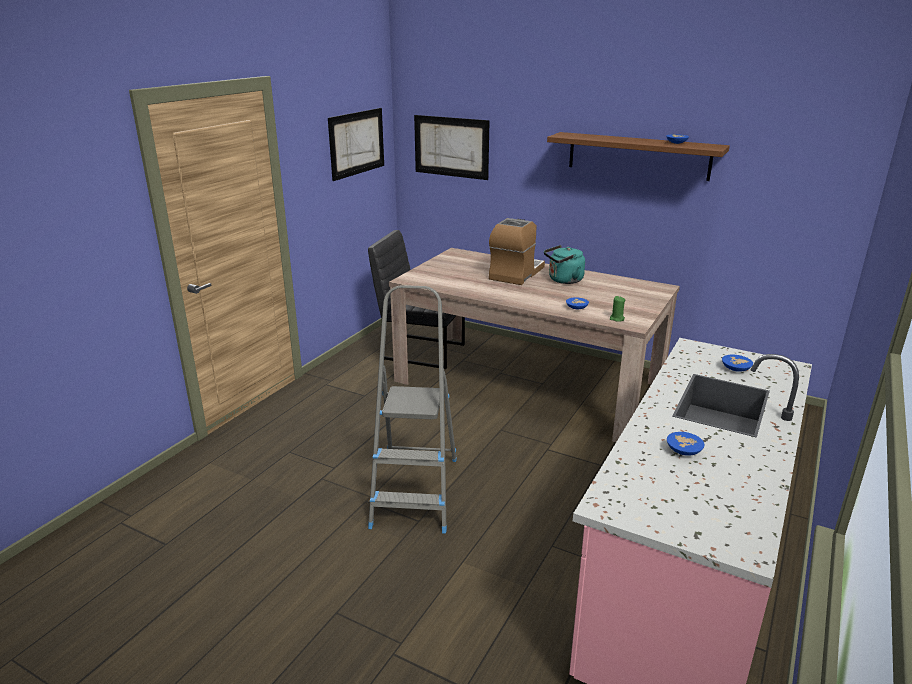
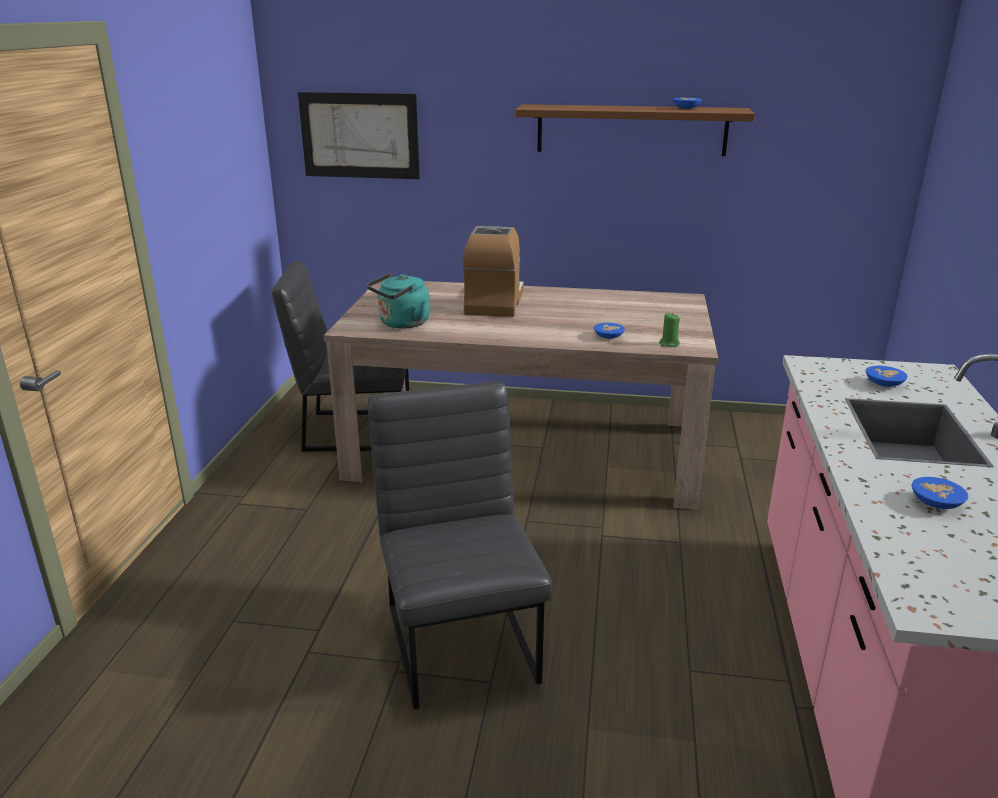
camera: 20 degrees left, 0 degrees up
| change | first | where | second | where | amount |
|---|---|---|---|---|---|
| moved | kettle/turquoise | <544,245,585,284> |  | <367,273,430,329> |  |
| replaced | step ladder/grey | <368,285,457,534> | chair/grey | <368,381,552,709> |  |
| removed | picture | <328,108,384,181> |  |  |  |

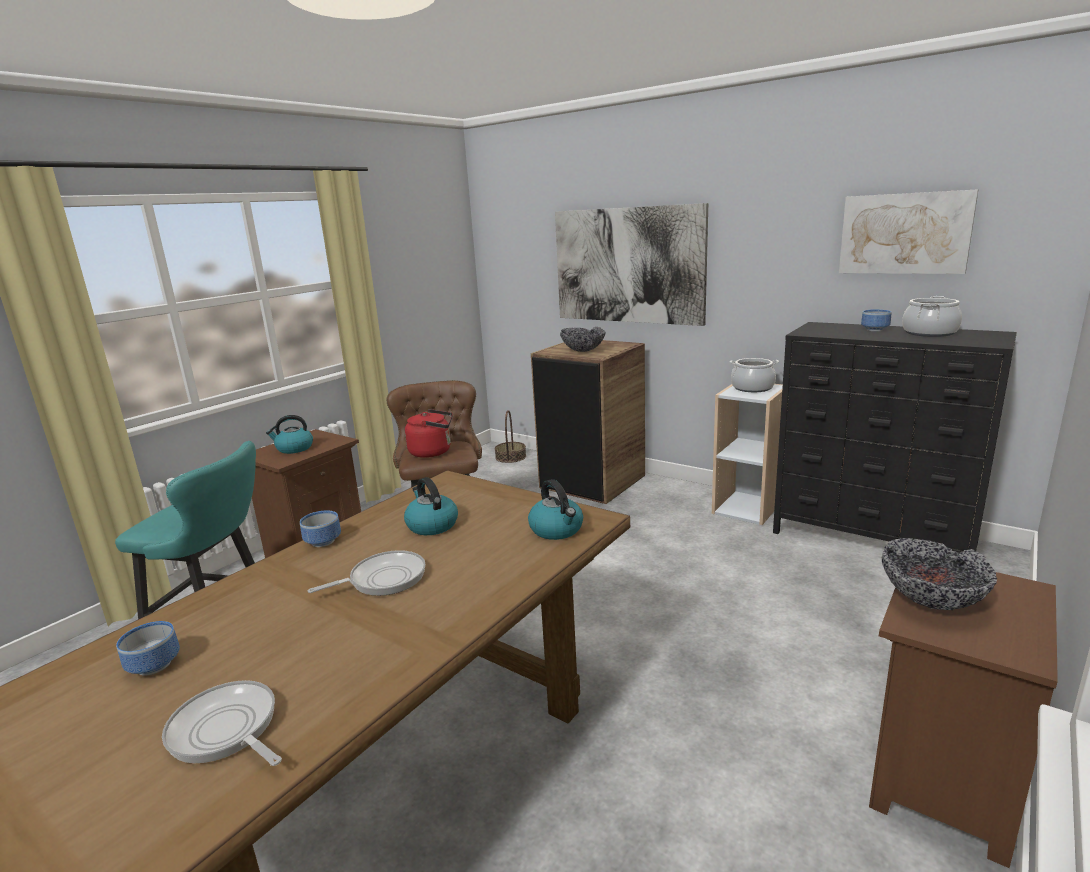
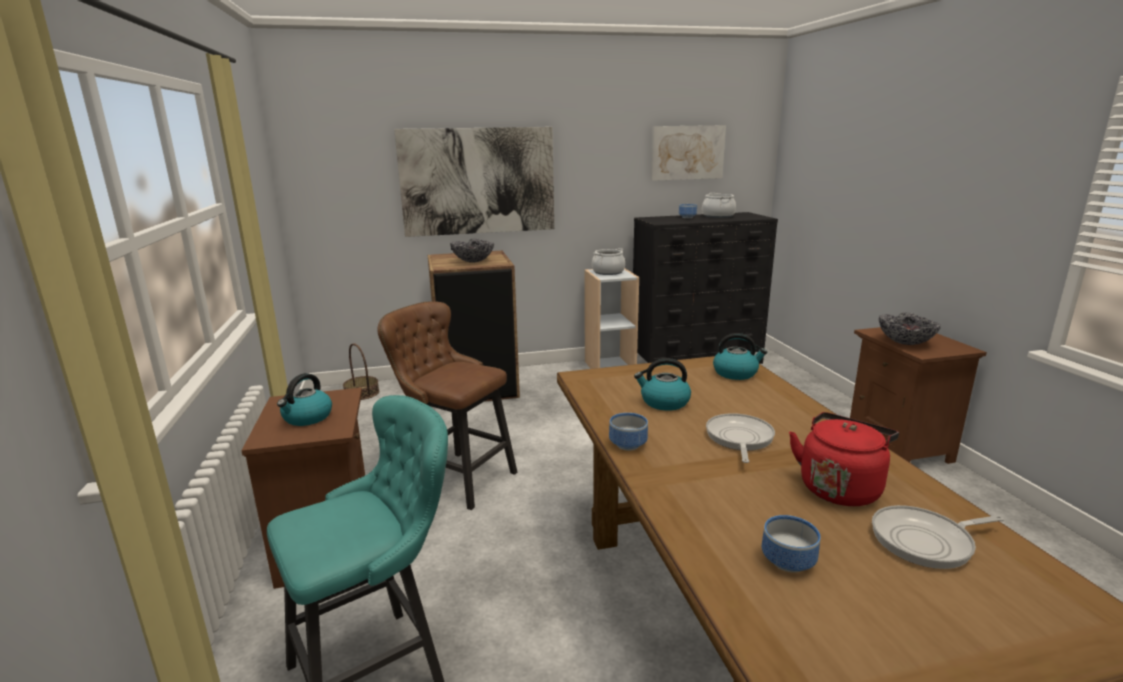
camera: 50 degrees left, 0 degrees up
| change | first | where | second | where | amount |
|---|---|---|---|---|---|
| moved | kettle/red | <405,409,453,458> |  | <789,412,899,506> |  |

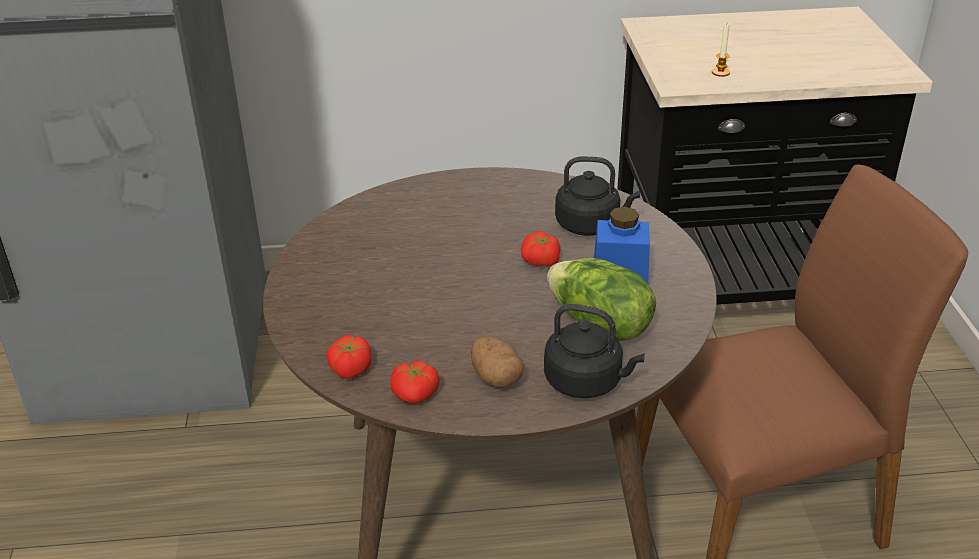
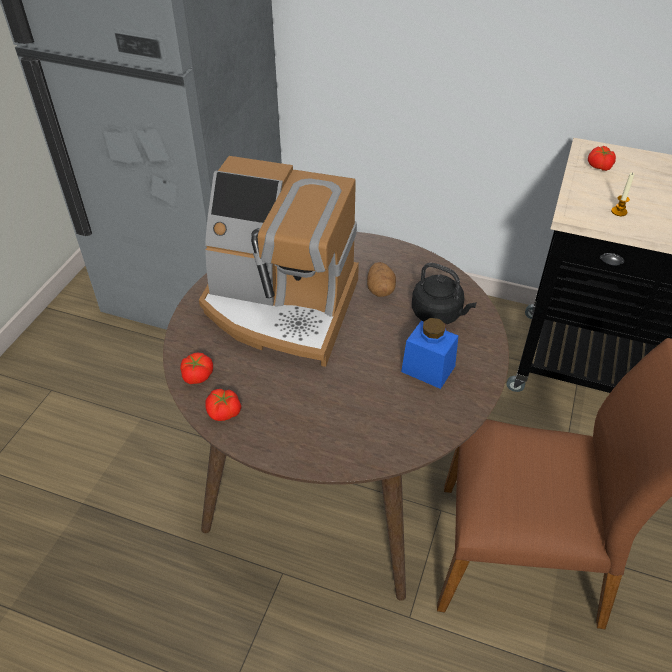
camera: 25 degrees right, 10 degrees up
| change | first | where | second | where | amount |
|---|---|---|---|---|---|
| added |  |  | coffee machine | <199,156,359,367> |  |
| moved | potato | <471,336,524,388> |  | <367,262,396,297> |  |
| moved | tomato | <521,231,561,266> |  | <588,146,616,171> |  |
| removed | kettle/black | <544,304,645,398> |  |  |  |
| removed | lettuce | <547,258,656,341> |  |  |  |

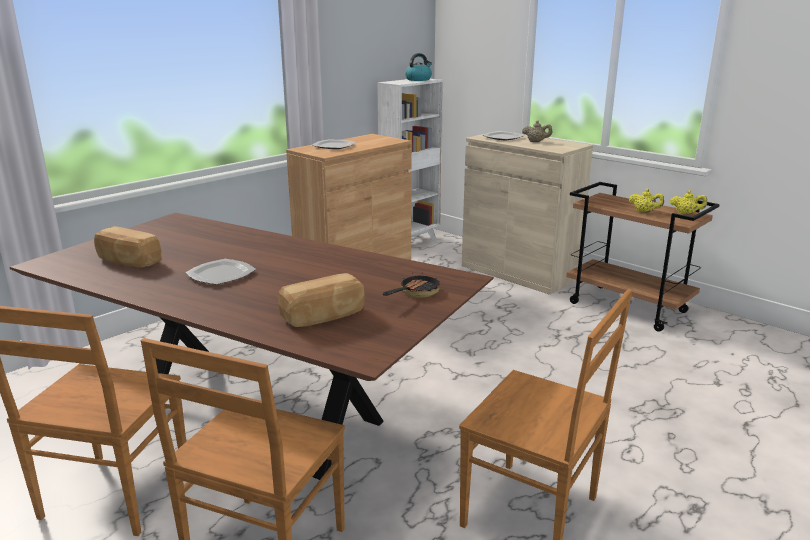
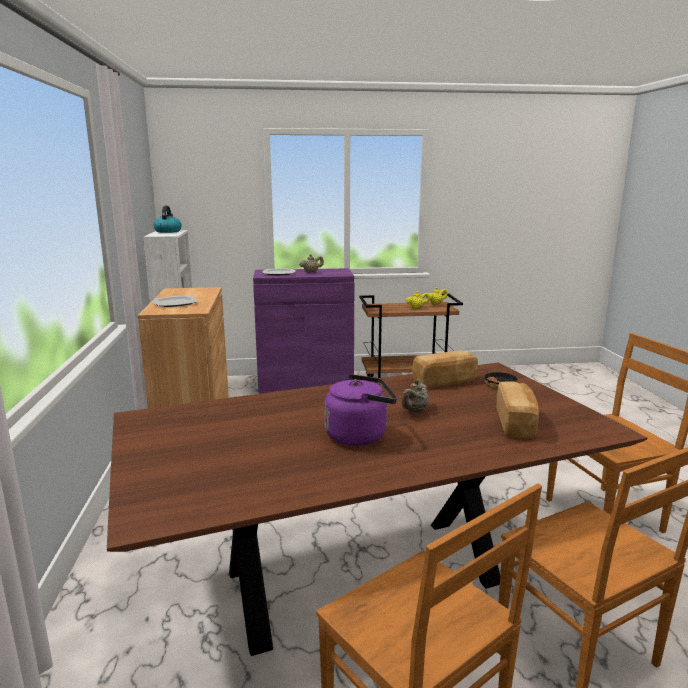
camera: 50 degrees left, 5 degrees down
| change | first | where | second | where | amount |
|---|---|---|---|---|---|
| recoloured | cabinet/beige | <462,131,593,295> | cabinet/purple | <253,268,355,394> |  |
| replaced | plate | <185,259,256,285> | kettle/purple | <324,374,397,446> |  |
| added |  |  | teapot/beige | <402,379,429,413> |  |
| moved | bread | <94,226,161,267> |  | <412,351,478,387> |  |

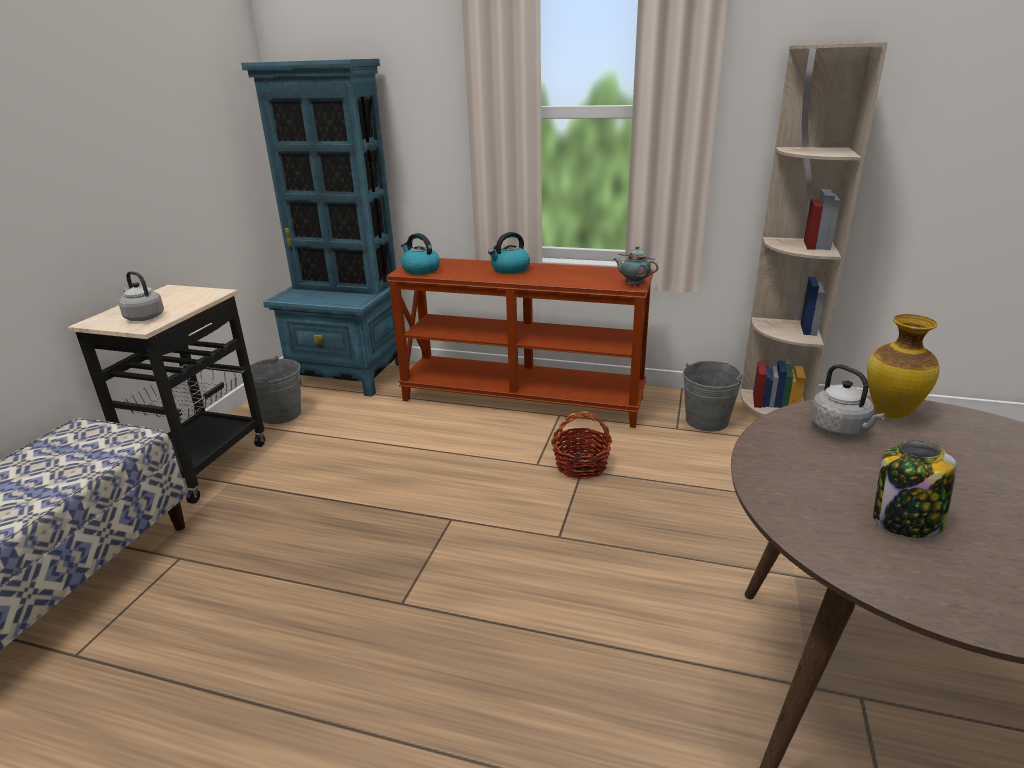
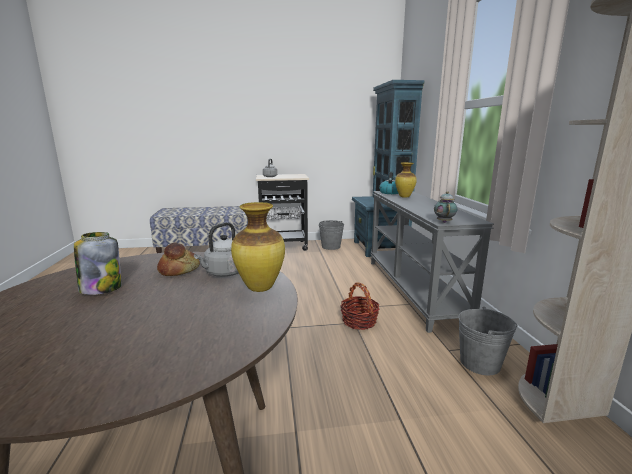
camera: 65 degrees right, 10 degrees down
| change | first | where | second | where | amount |
|---|---|---|---|---|---|
| added |  |  | bread | <157,242,200,276> |  |
| recoloured | console table/brown | <386,258,654,428> | console table/grey | <371,191,494,333> |  |
| added |  |  | vase | <395,162,417,198> |  |
| removed | kettle | <488,232,530,274> |  |  |  |

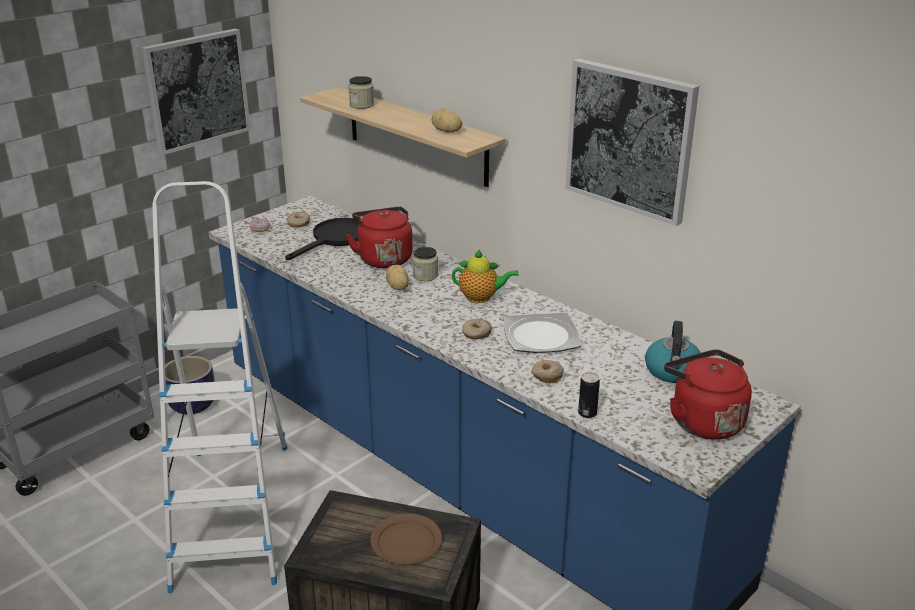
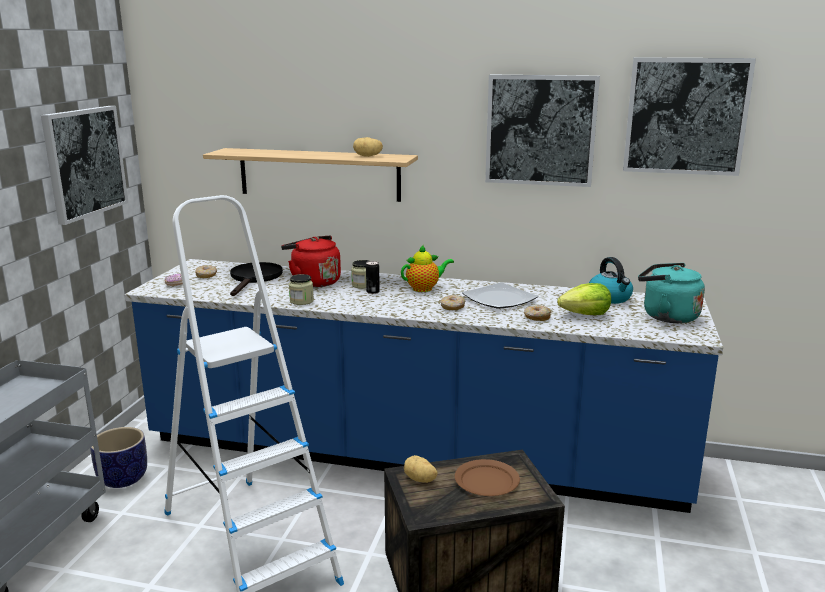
camera: 30 degrees left, 10 degrees down
| change | first | where | second | where | amount |
|---|---|---|---|---|---|
| moved | jar | <348,76,374,109> |  | <289,274,314,305> |  |
| moved | can | <578,372,600,418> |  | <366,261,380,294> |  |
| moved | potato | <386,265,409,290> |  | <404,455,438,483> |  |
| added |  |  | lettuce | <557,283,611,315> |  |
| added |  |  | picture | <623,57,756,176> |  |
| recoloured | kettle/red | <664,350,752,440> | kettle/turquoise | <638,263,705,323> |  |

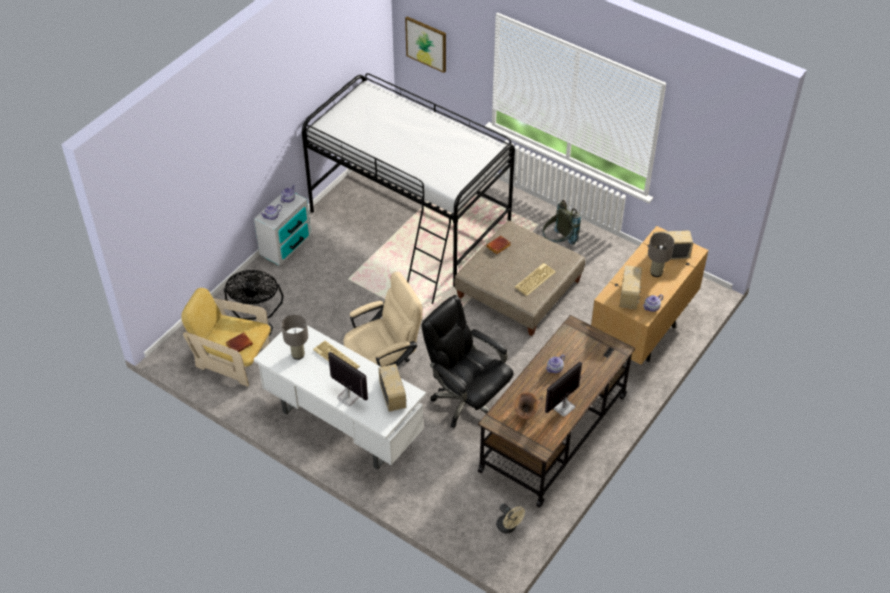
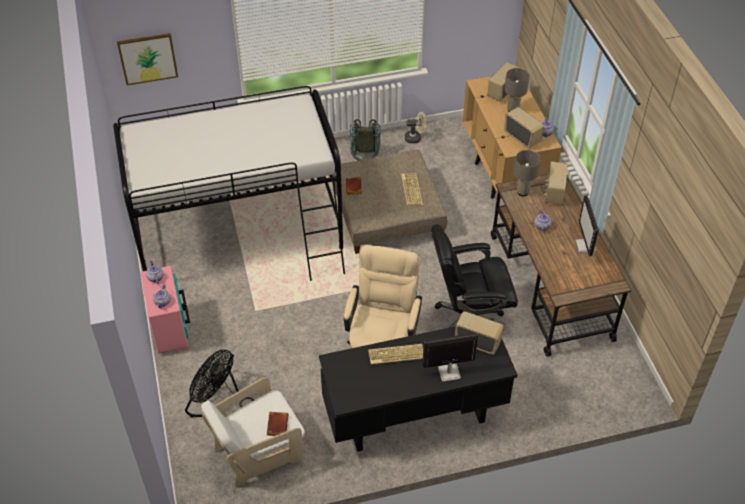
camera: 50 degrees left, 0 degrees up
| change | first | where | second | where | amount |
|---|---|---|---|---|---|
| recoloured | nightstand/white | <254,193,311,266> | nightstand/pink | <141,266,190,354> |  |
| recoloured | armchair/yellow | <181,288,271,387> | armchair/white | <201,377,305,487> |  |
| recoloured | desk/white | <254,325,426,470> | desk/black | <319,318,517,452> |  |
| moved | fan/beige | <496,503,525,534> |  | <405,112,427,144> |  |
| moved | table lamp/grey | <281,315,308,360> |  | <514,150,540,196> |  |
| added |  |  | radio | <544,161,568,205> |  |
| removed | vase/brown | <514,392,538,420> |  |  |  |

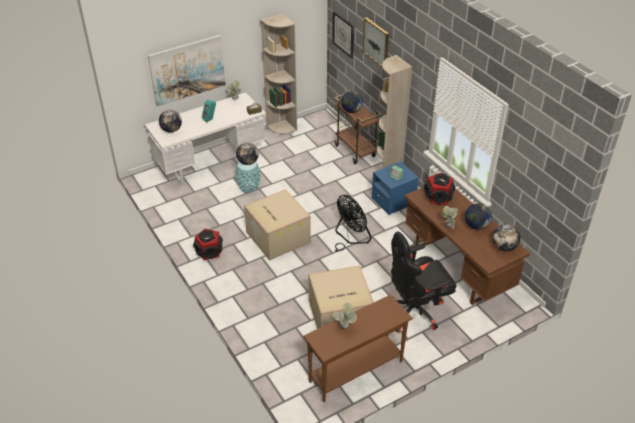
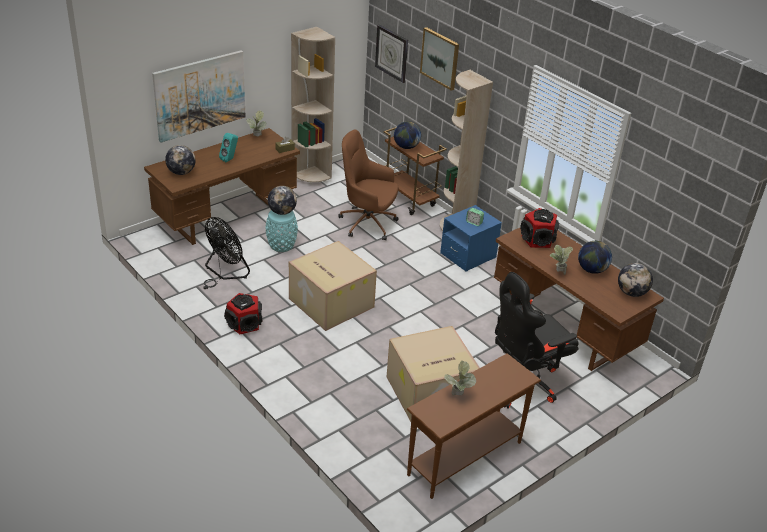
camera: 10 degrees left, 5 degrees down
| change | first | where | second | where | amount |
|---|---|---|---|---|---|
| recoloured | desk/white | <145,93,266,184> | desk/brown | <144,128,300,245> |  |
| moved | fan/black | <335,195,372,252> |  | <203,217,250,289> |  |
| added |  |  | office chair/brown | <338,130,398,240> |  |

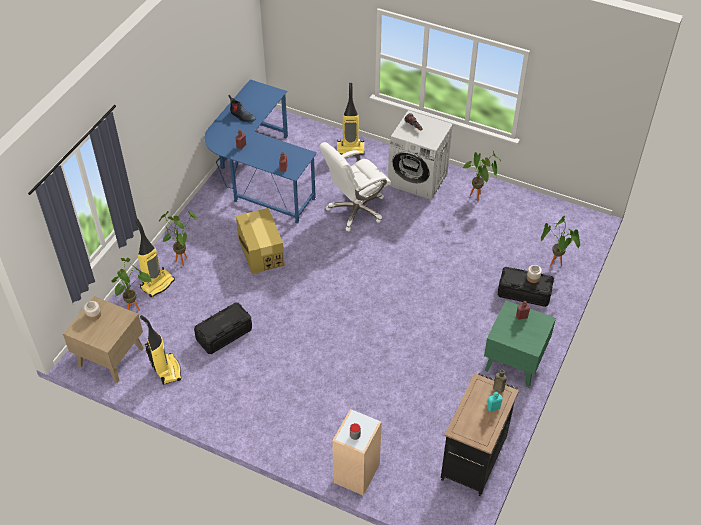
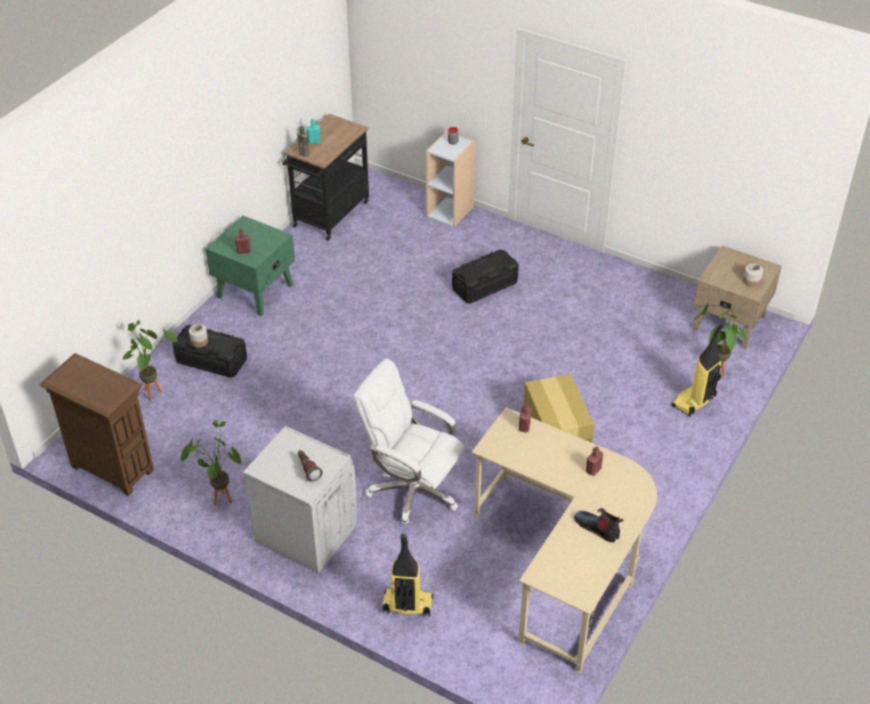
camera: 175 degrees left, 5 degrees down
| change | first | where | second | where | amount |
|---|---|---|---|---|---|
| added |  |  | cabinet/brown | <39,353,153,496> |  |
| turned | office chair/white | <320,142,391,231> |  | <353,358,465,524> | 120 degrees counterclockwise |
| moved | storage box/black | <194,303,252,354> |  | <452,250,519,304> |  |
| recoloured | desk/blue | <205,79,317,224> | desk/beige | <472,407,657,673> |  |
| removed | vacuum cleaner | <140,315,181,385> |  |  |  |
| removed | potted plant | <159,211,197,266> |  |  |  |

